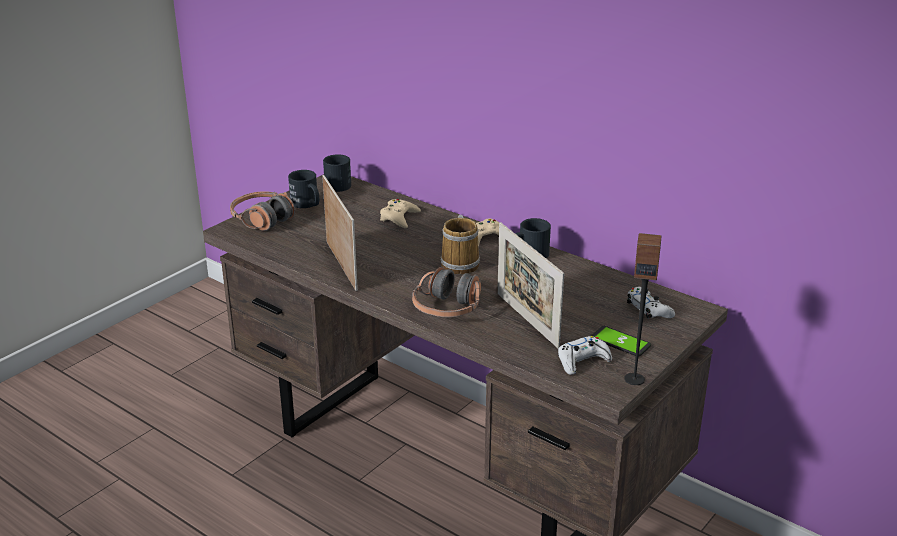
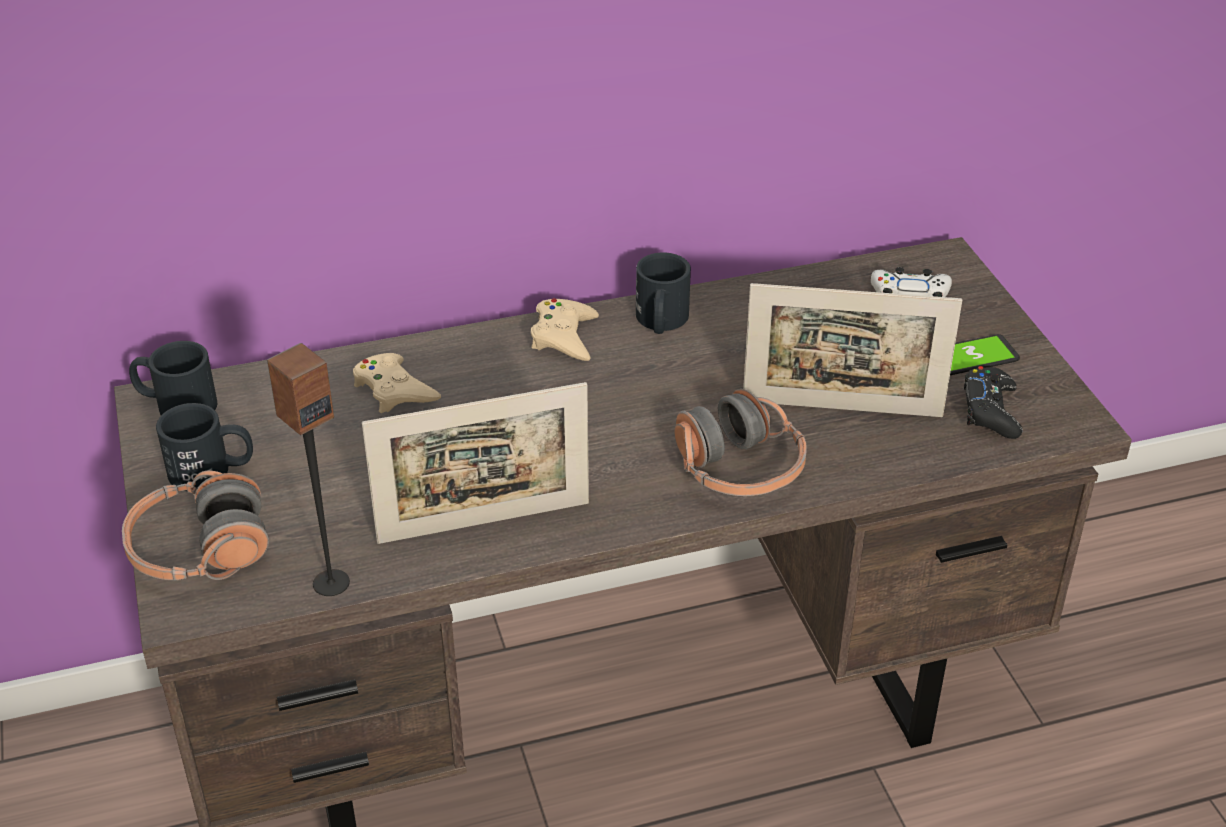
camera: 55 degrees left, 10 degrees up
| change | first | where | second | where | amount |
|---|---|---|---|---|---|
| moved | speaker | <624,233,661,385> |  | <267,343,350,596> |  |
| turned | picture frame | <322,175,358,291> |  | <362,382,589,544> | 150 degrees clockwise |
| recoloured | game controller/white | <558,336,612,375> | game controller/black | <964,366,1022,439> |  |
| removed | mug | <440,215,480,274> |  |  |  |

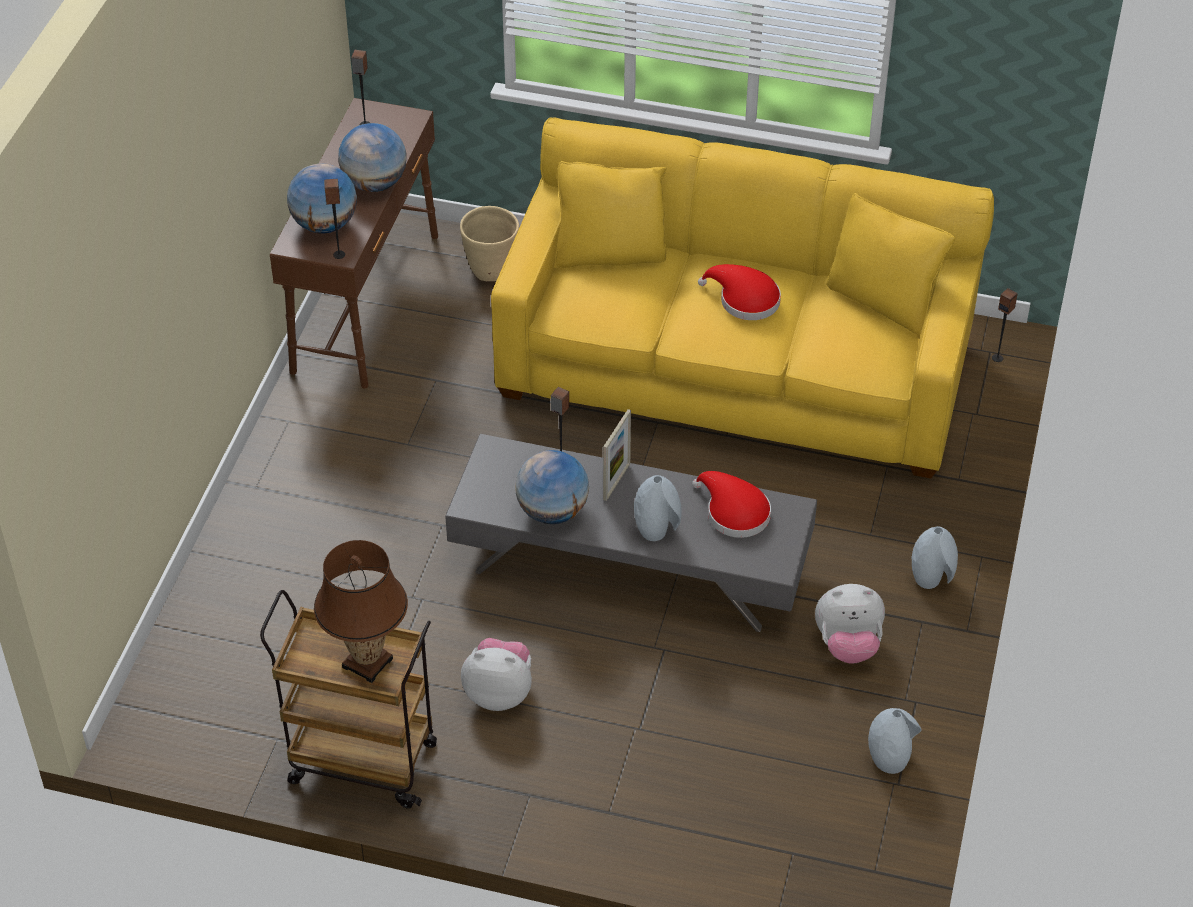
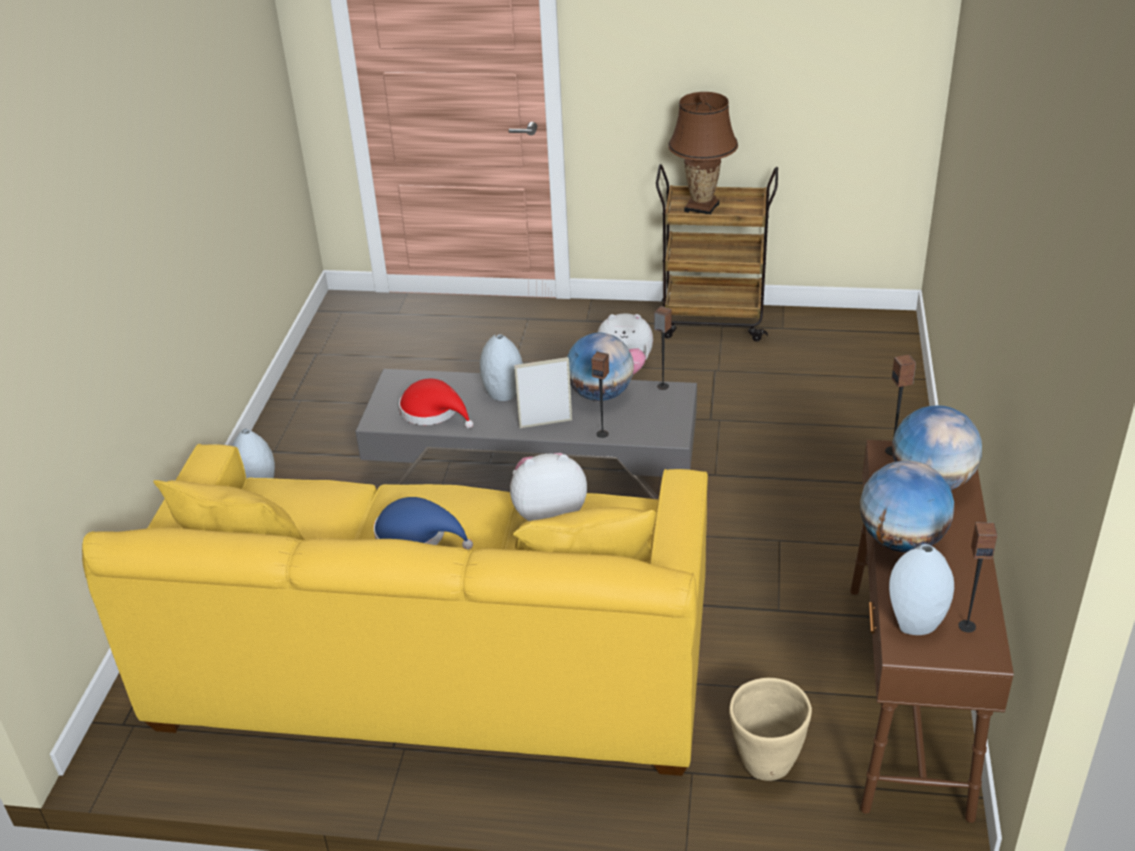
camera: 175 degrees right, 10 degrees down
| change | first | where | second | where | amount |
|---|---|---|---|---|---|
| recoloured | hat/red | <698,264,781,320> | hat/blue | <374,497,473,550> |  |
| moved | plush toy | <815,584,885,664> |  | <510,453,587,521> |  |
| turned | picture frame | <603,409,631,501> |  | <514,357,572,428> | 60 degrees clockwise |
| moved | speaker | <992,288,1018,362> |  | <654,306,672,390> |  |
| moved | vase/grey | <868,708,922,774> |  | <889,544,954,635> |  |

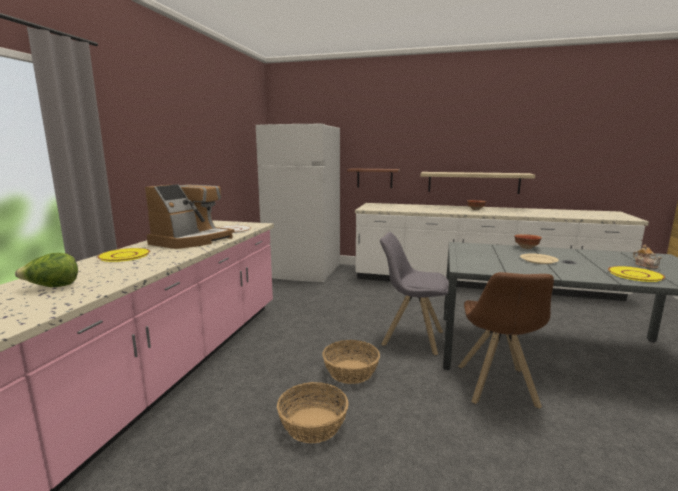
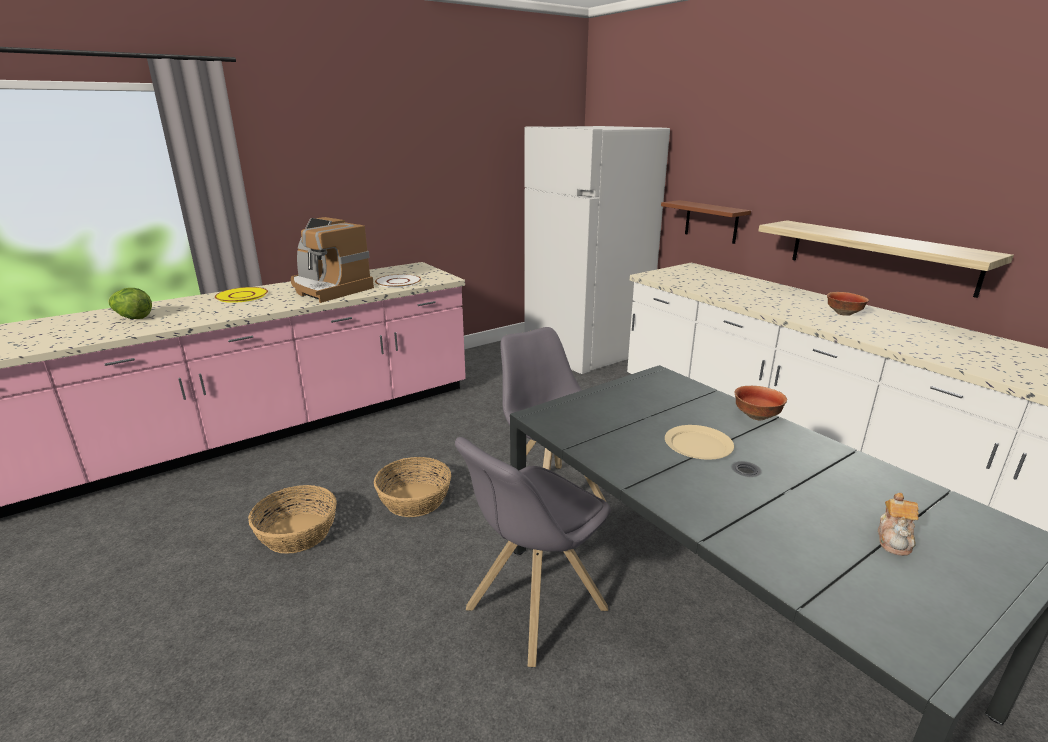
camera: 40 degrees right, 10 degrees up
| change | first | where | second | where | amount |
|---|---|---|---|---|---|
| turned | coffee machine | <145,184,234,249> |  | <291,217,374,303> | 60 degrees clockwise |
| recoloured | chair/brown | <458,272,554,409> | chair/grey | <455,437,611,667> |  |
| removed | plate/yellow | <608,266,665,282> |  |  |  |

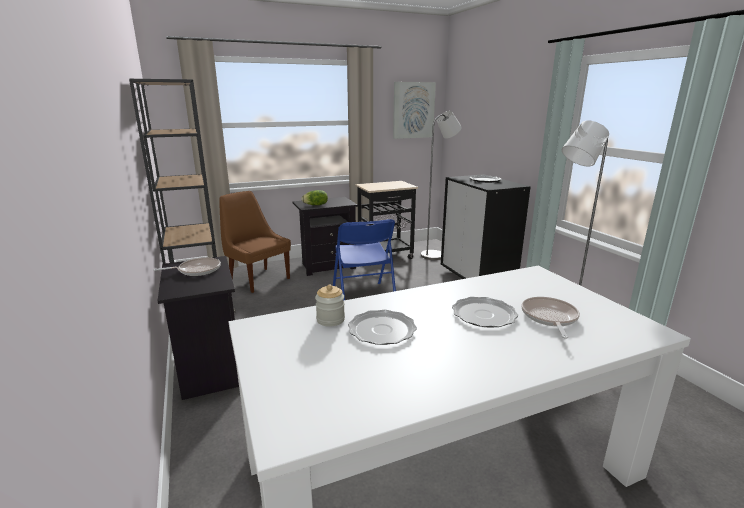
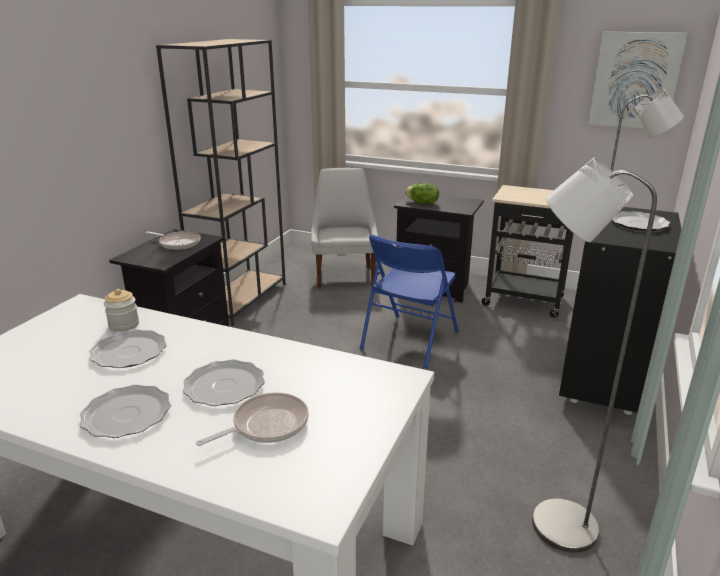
camera: 45 degrees right, 5 degrees up
| change | first | where | second | where | amount |
|---|---|---|---|---|---|
| added |  |  | plate | <80,385,171,438> |  |
| recoloured | chair/brown | <220,191,291,293> | chair/white | <311,168,378,289> |  |

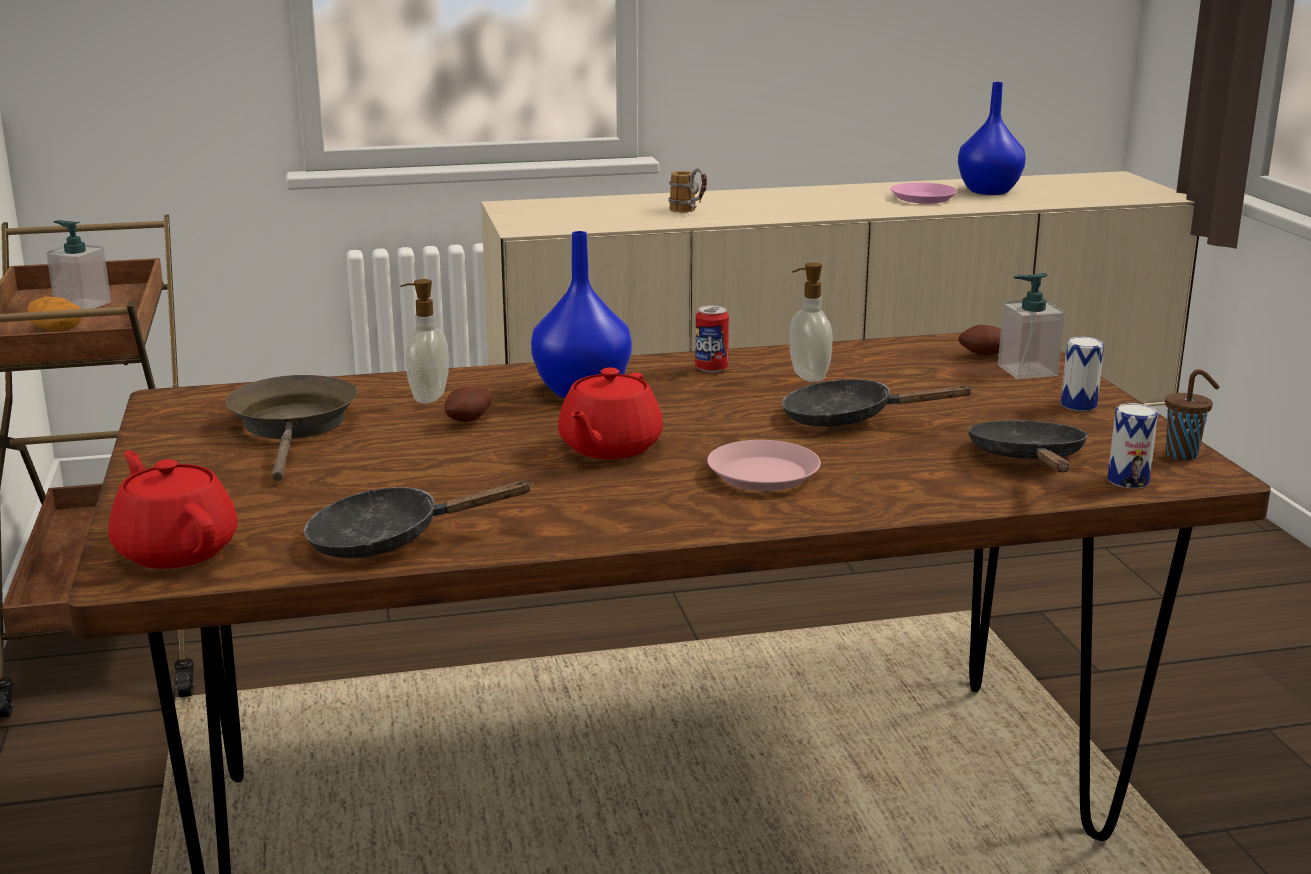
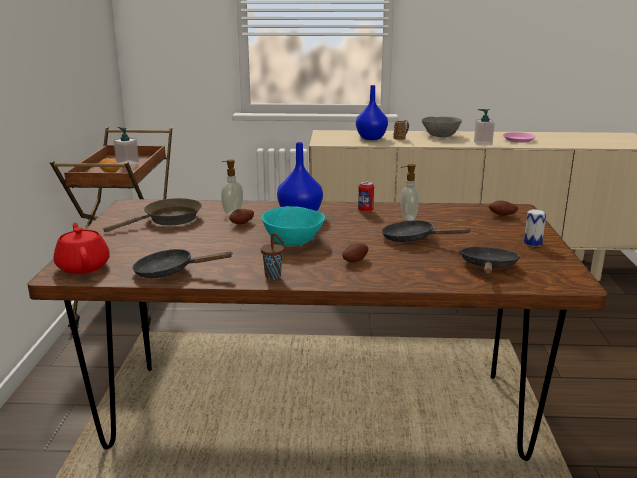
camera: 15 degrees right, 0 degrees up
| change | first | where | second | where | amount |
|---|---|---|---|---|---|
| turned | frying pan/brown | <225,375,358,481> |  | <103,198,202,232> | 45 degrees clockwise |
| moved | cup/brown | <1165,369,1220,460> |  | <261,233,284,279> |  |
| replaced | teapot/red | <558,367,663,459> | bowl/turquoise | <262,206,325,246> |  |
| replaced | plate/pink | <707,440,821,491> | potato | <342,243,368,262> |  |
| moved | vase/blue | <958,82,1026,195> |  | <356,85,388,140> |  |
| added |  |  | bowl/grey | <422,117,462,137> |  |
| moved | soap dispenser | <998,273,1065,379> |  | <474,109,495,145> |  |
| removed | can | <1107,403,1158,488> |  |  |  |

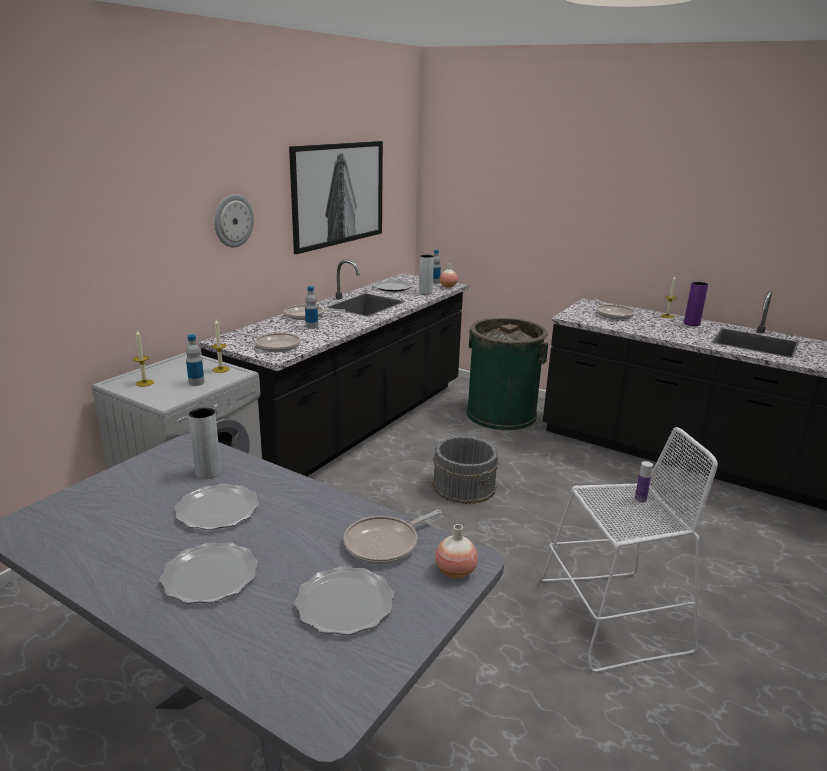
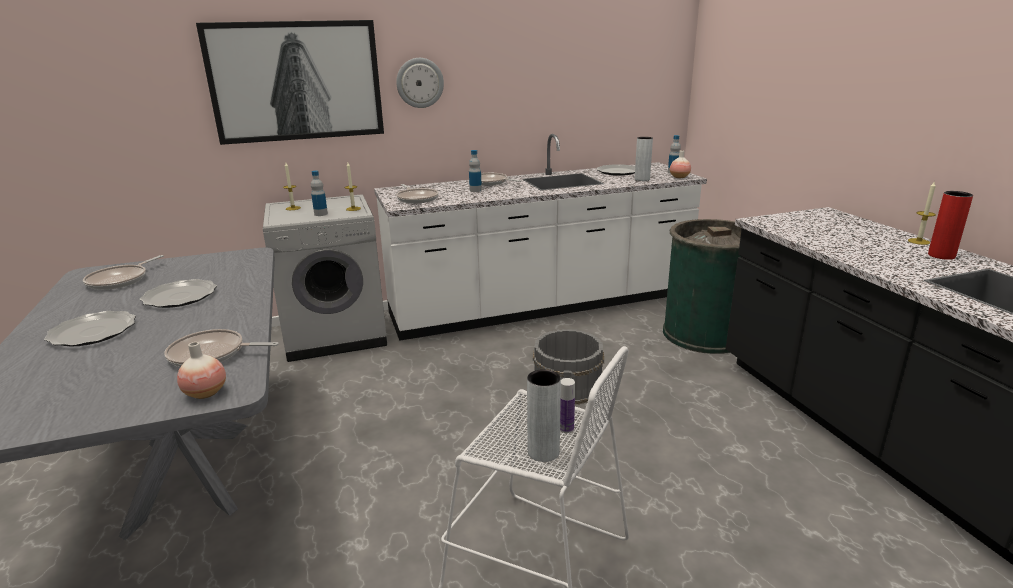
camera: 40 degrees right, 0 degrees up
| change | first | where | second | where | amount |
|---|---|---|---|---|---|
| moved | frying pan | <594,299,635,320> |  | <83,255,164,290> |  |
| moved | picture | <289,141,383,254> |  | <196,20,384,145> |  |
| recoloured | counter/black | <199,260,468,477> | counter/white | <374,134,707,341> |  |
| moved | vase/grey | <189,408,221,479> |  | <527,369,561,462> |  |
| recoloured | vase/purple | <684,282,708,326> | vase/red | <928,191,973,260> |  |
| removed | plate | <294,566,394,635> |  |  |  |

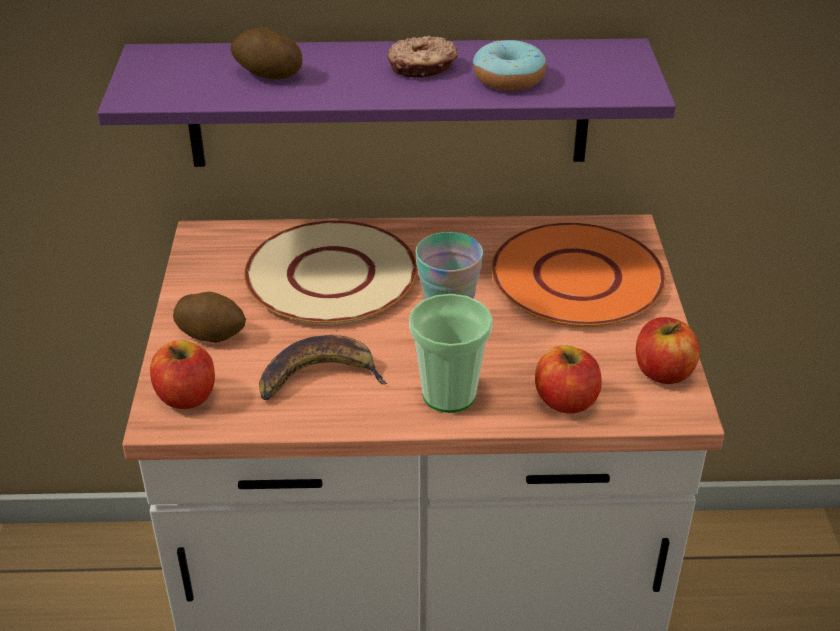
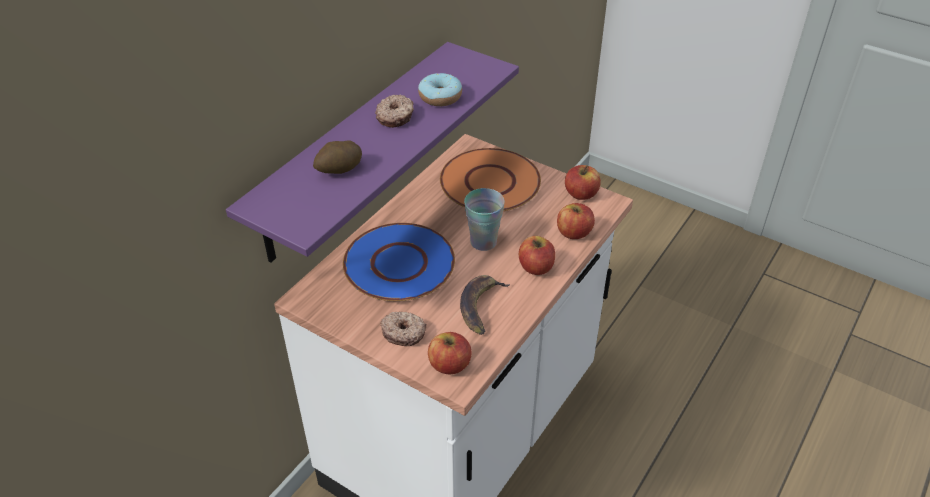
camera: 55 degrees left, 5 degrees up
| change | first | where | second | where | amount |
|---|---|---|---|---|---|
| recoloured | plate/beige | <244,221,417,324> | plate/blue | <343,223,455,301> |  |
| replaced | potato | <173,292,246,343> | donut | <380,312,427,346> |  |
| replaced | cup | <409,294,493,413> | apple | <519,236,555,275> |  |

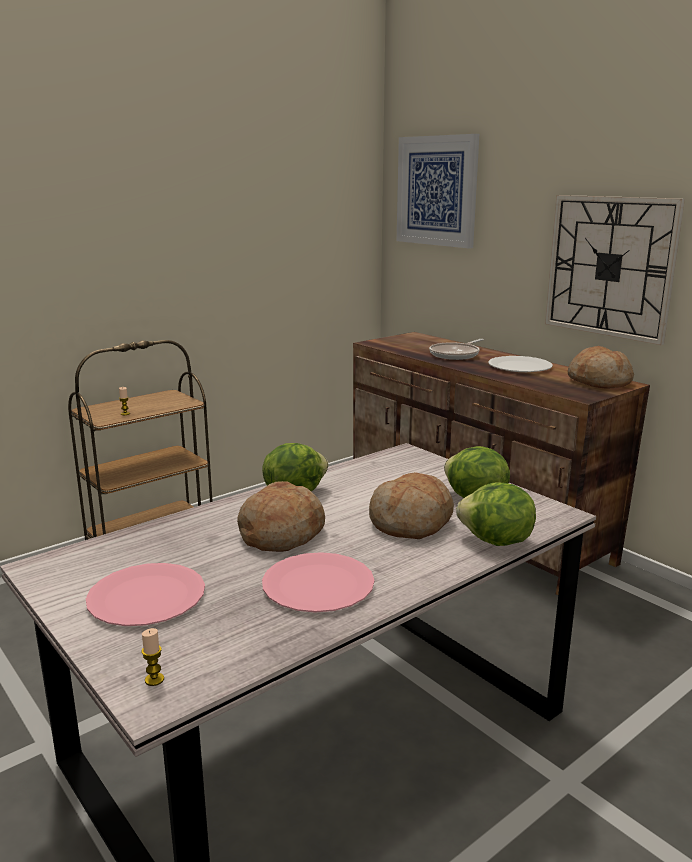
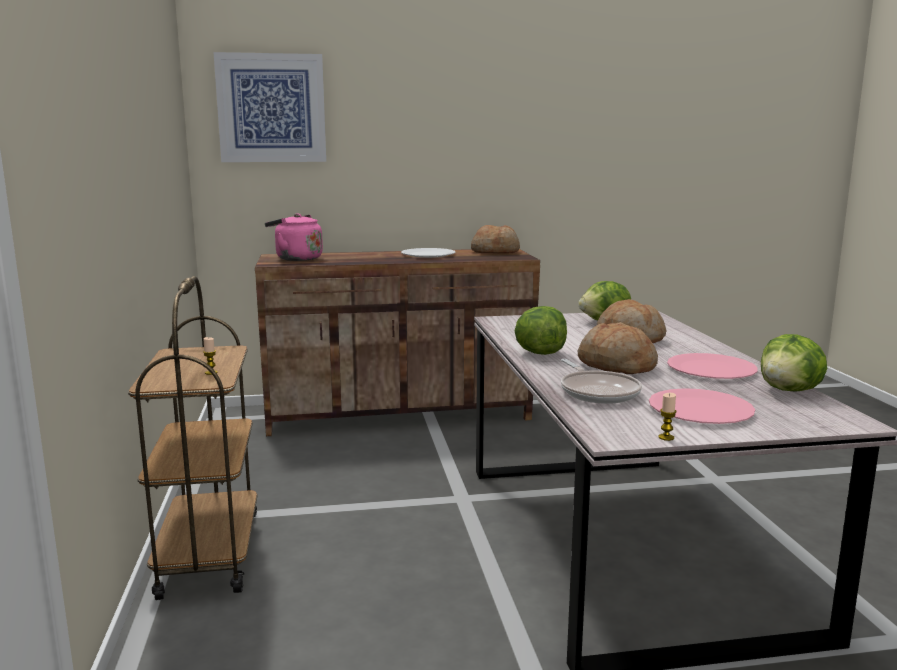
camera: 60 degrees left, 5 degrees down
| change | first | where | second | where | amount |
|---|---|---|---|---|---|
| added |  |  | kettle/pink | <265,213,323,261> |  |
| moved | frying pan | <429,339,484,360> |  | <561,359,642,404> |  |
| moved | candle | <142,628,164,686> |  | <659,393,676,441> |  |
| moved | lettuce | <456,482,536,546> |  | <761,334,827,391> |  |
| removed | wall clock | <545,195,685,345> |  |  |  |

